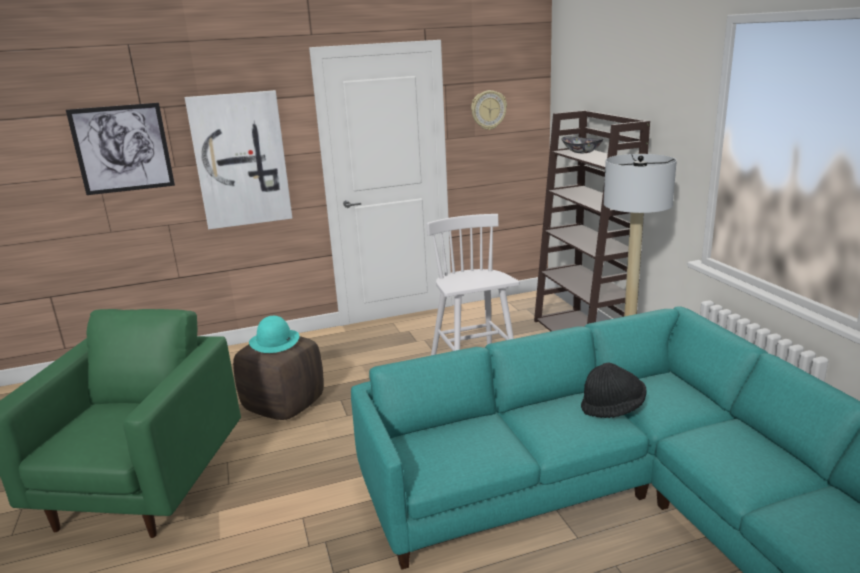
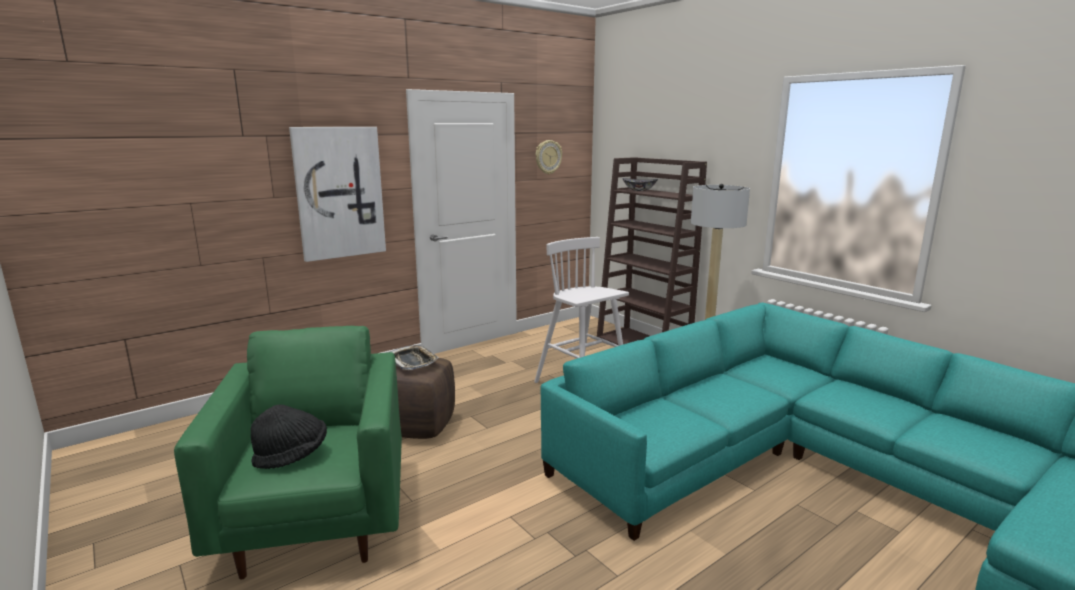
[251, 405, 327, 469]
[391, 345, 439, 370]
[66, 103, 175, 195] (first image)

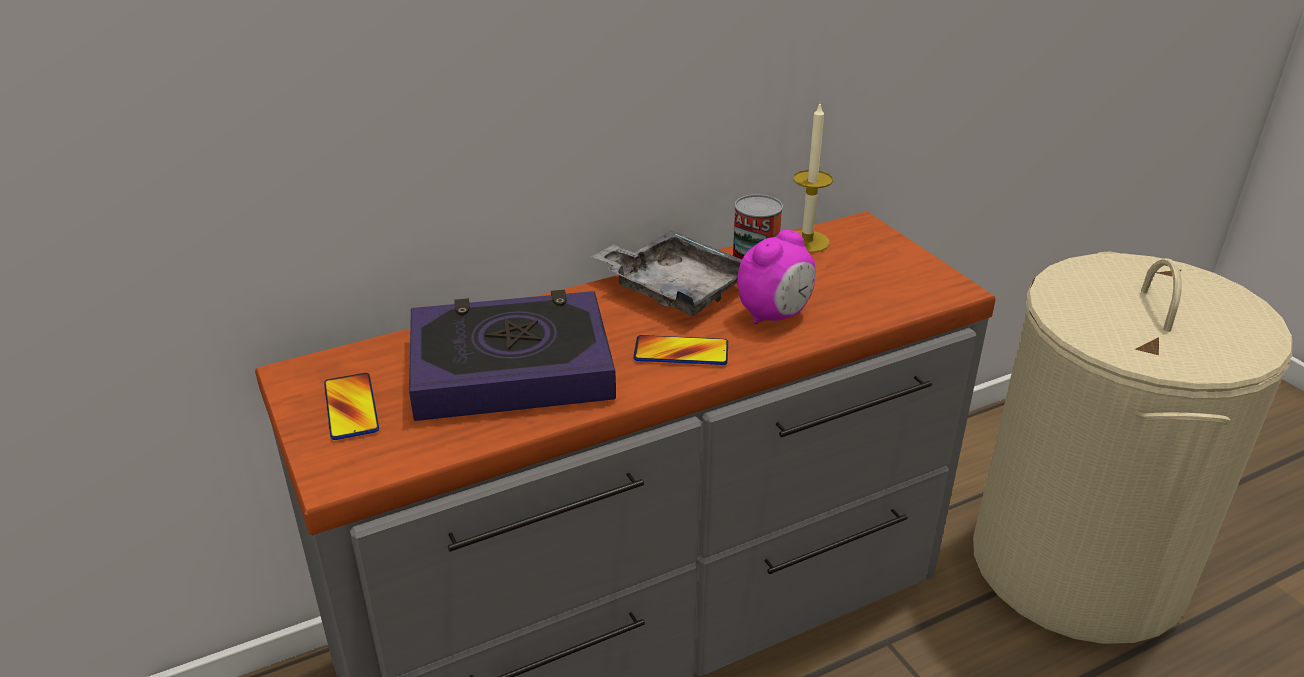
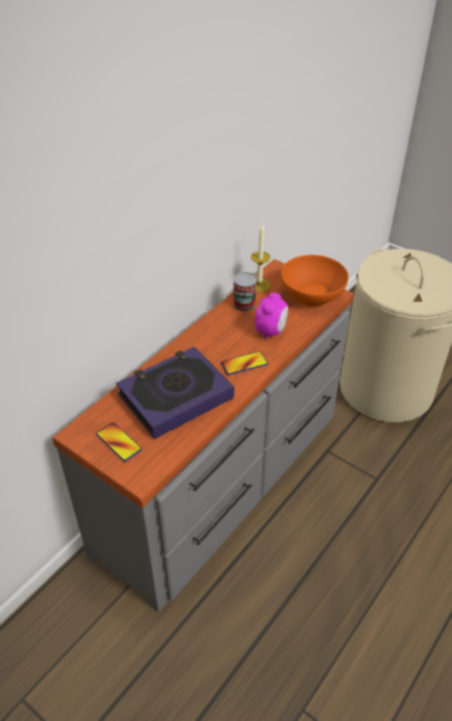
[281, 255, 349, 306]
[592, 230, 742, 316] (first image)

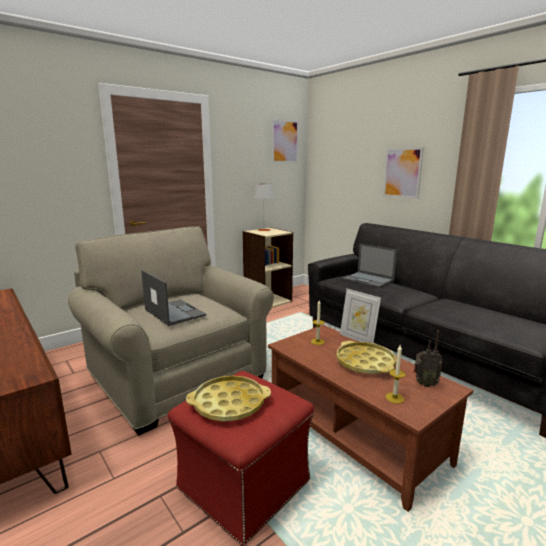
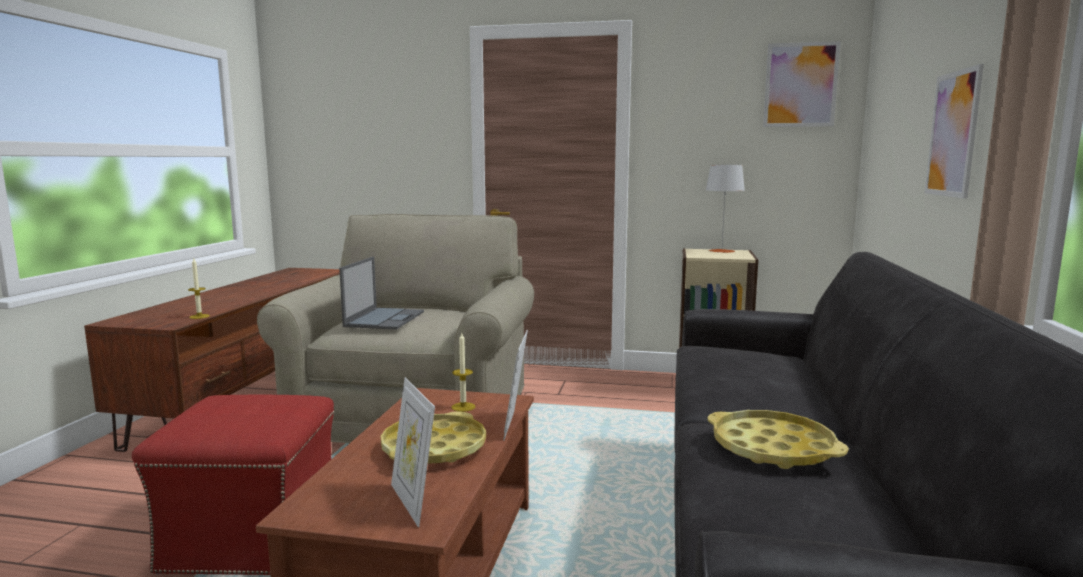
[188, 257, 210, 319]
[391, 377, 435, 527]
[708, 410, 849, 469]
[342, 244, 397, 288] (first image)

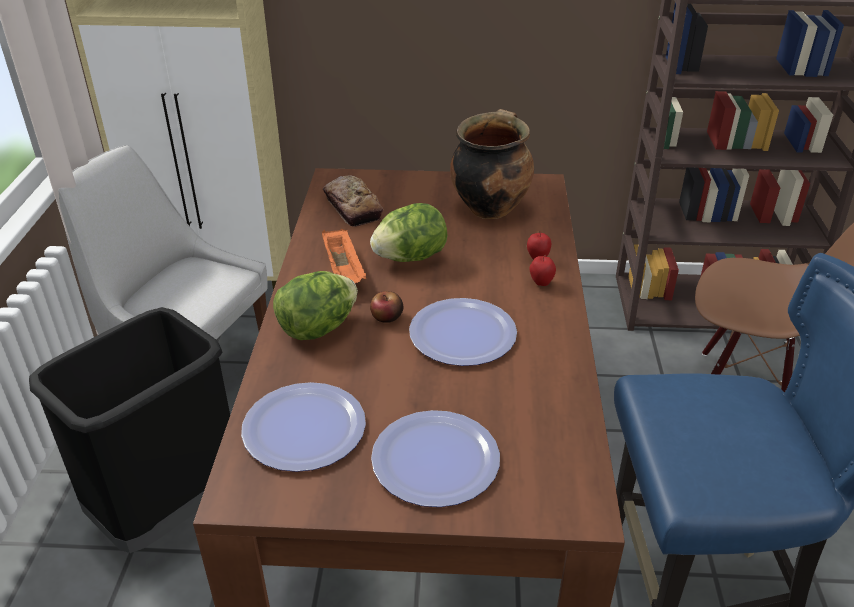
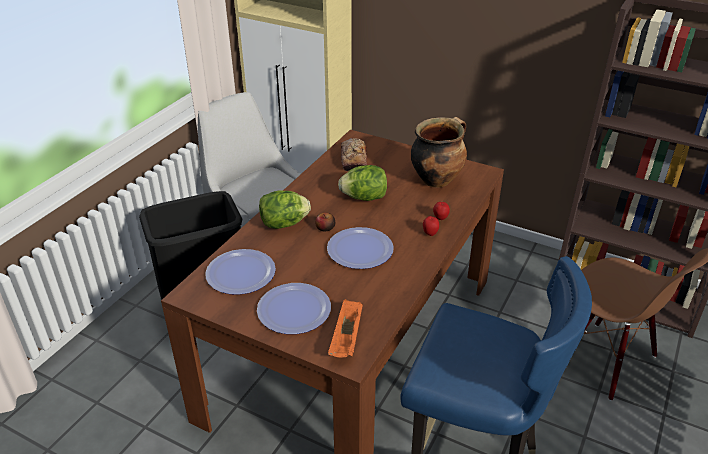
[328, 299, 363, 357]

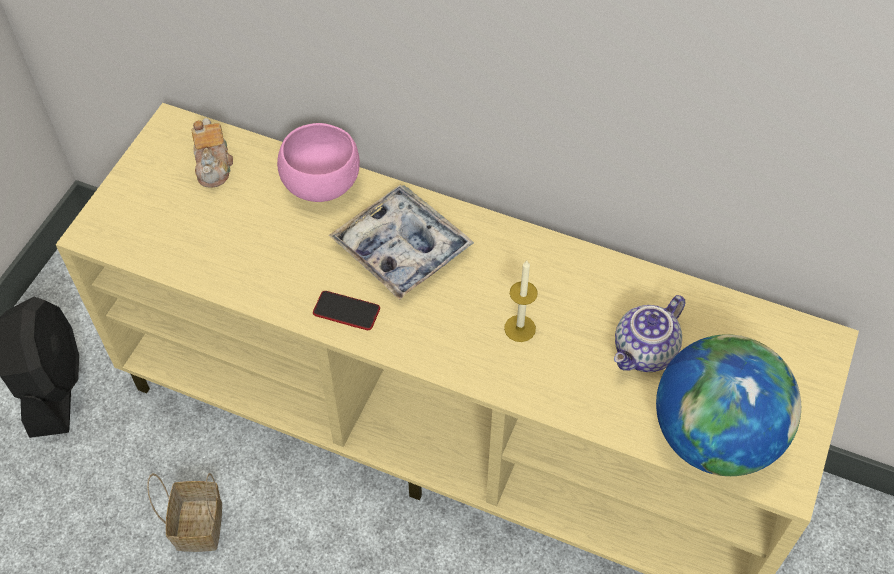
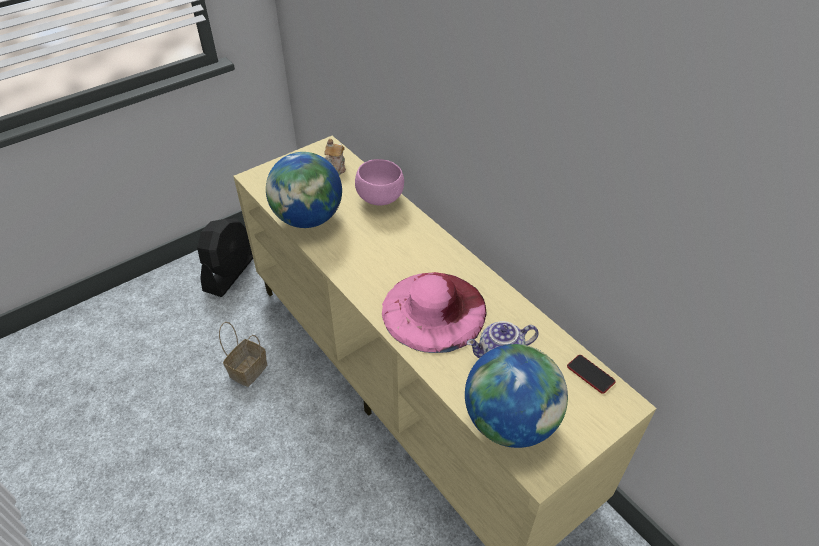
[266, 152, 342, 228]
[382, 272, 486, 353]
[567, 355, 616, 394]
[329, 185, 474, 300] (first image)

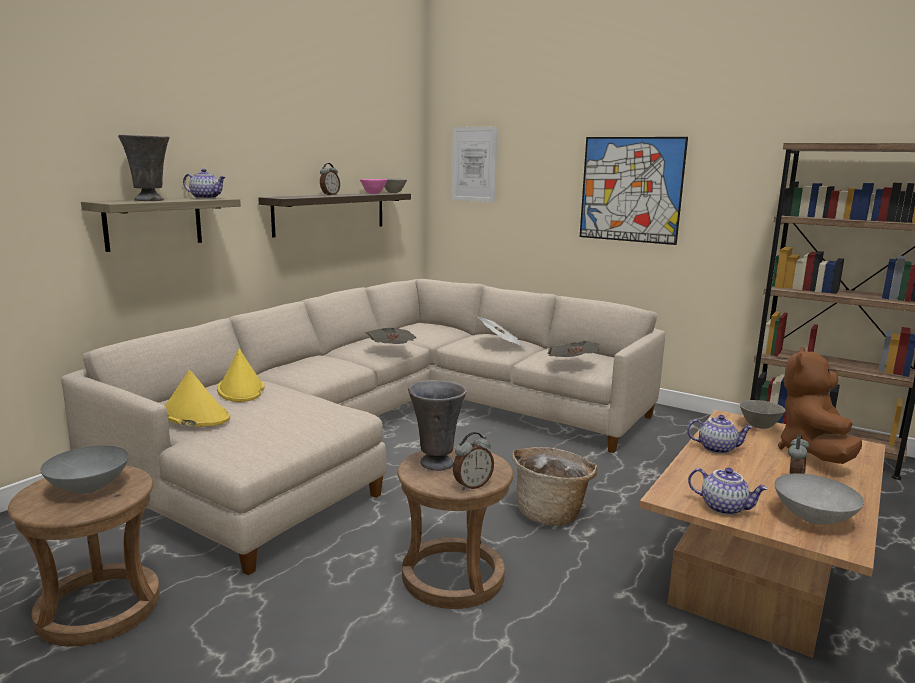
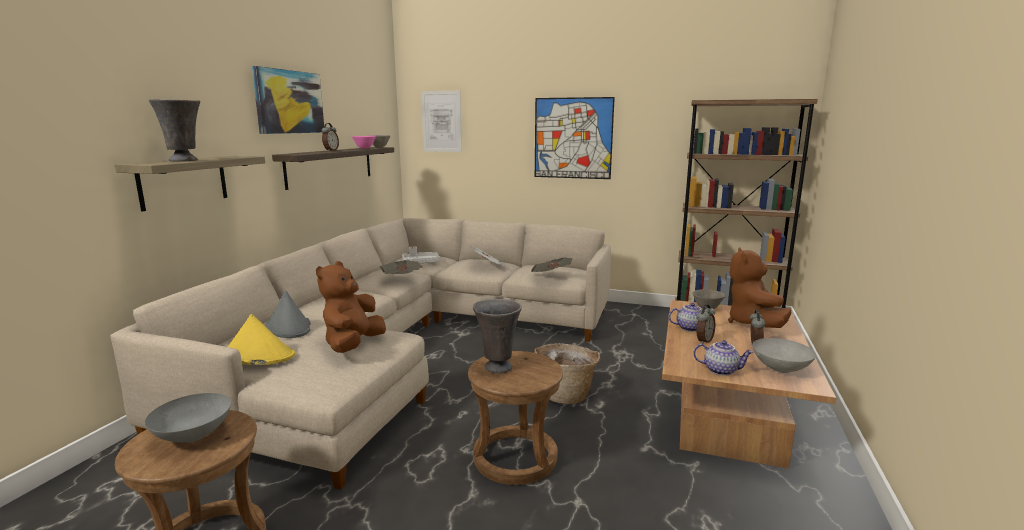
[252, 66, 324, 134]
[266, 290, 311, 338]
[316, 261, 386, 353]
[402, 247, 441, 264]
[697, 304, 716, 344]
[183, 169, 226, 199] (first image)

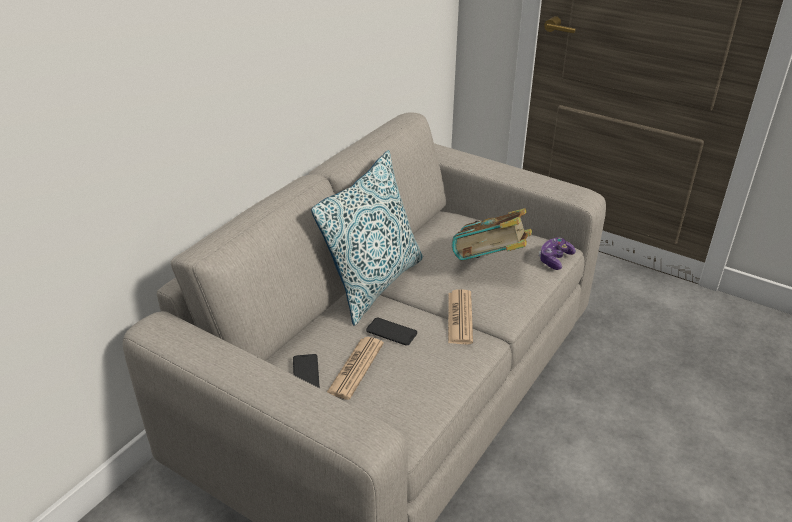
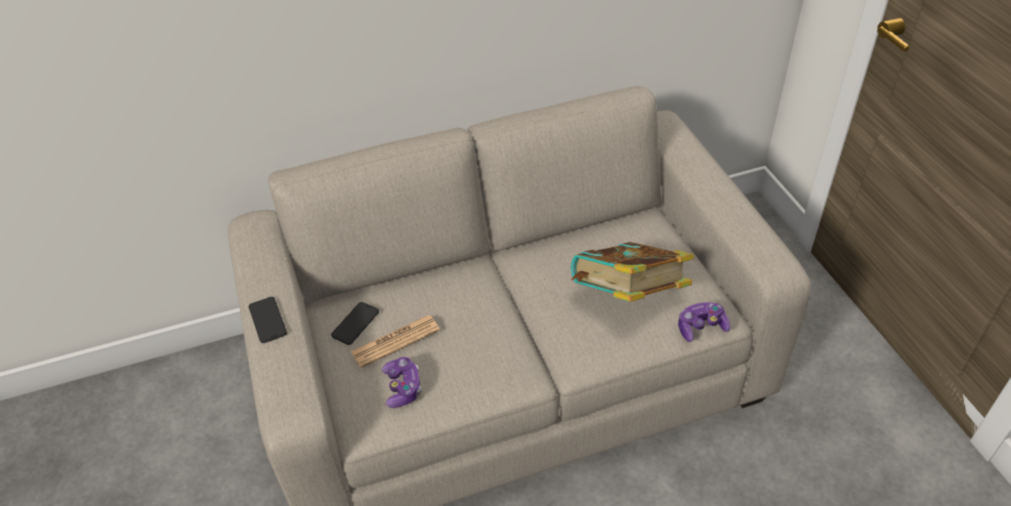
[248, 297, 287, 343]
[382, 357, 422, 408]
[311, 150, 423, 326] (first image)
[448, 289, 473, 344] (first image)

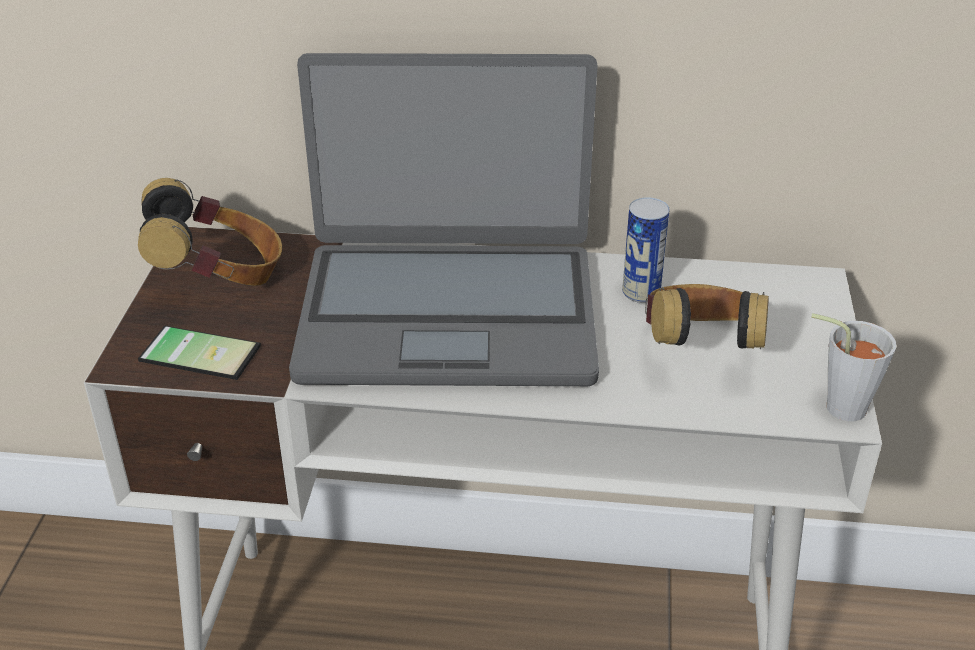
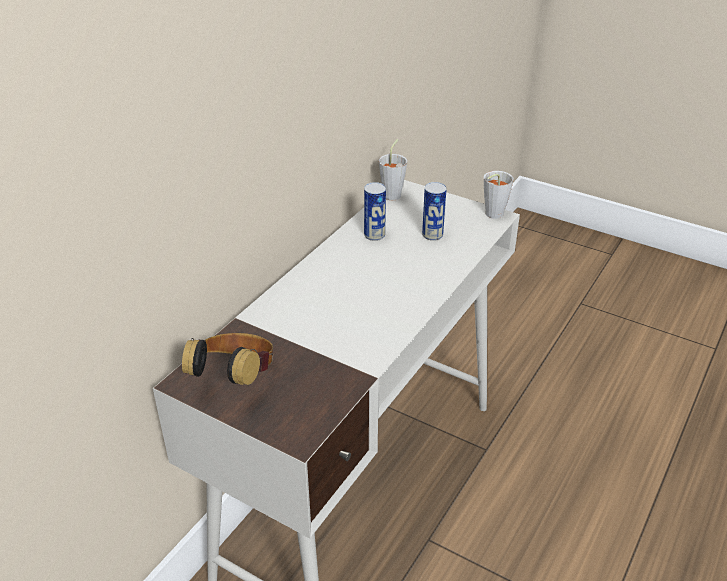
[379, 139, 407, 200]
[422, 182, 447, 241]
[138, 326, 261, 380] (first image)
[289, 53, 599, 386] (first image)

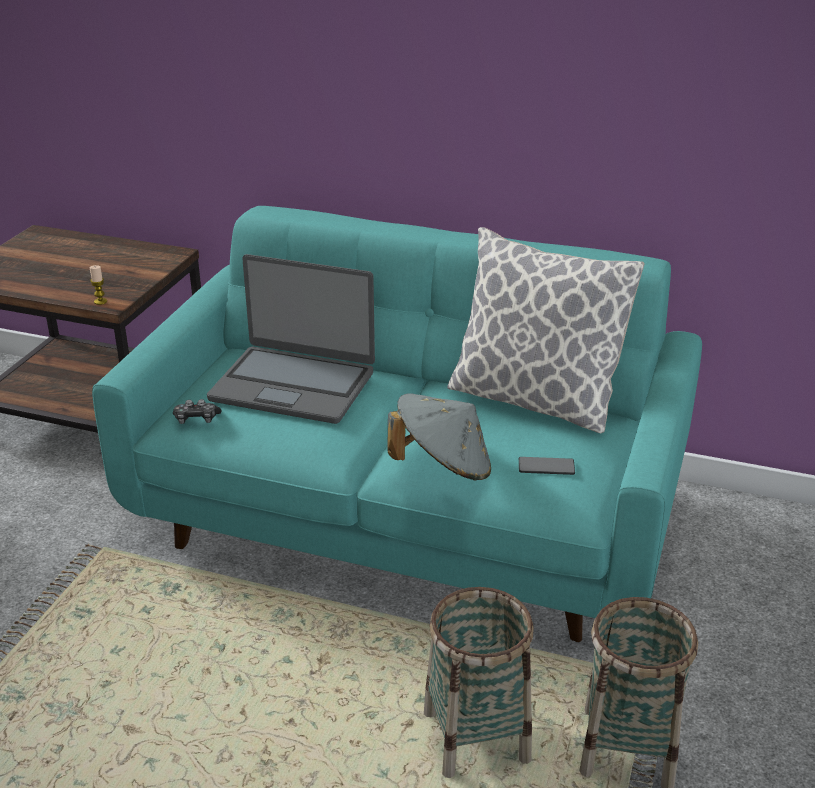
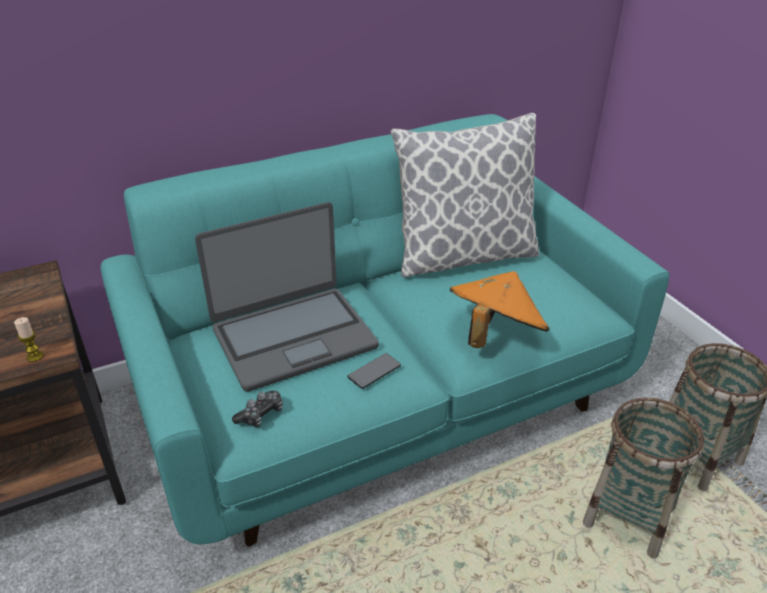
[348, 353, 401, 389]
[450, 271, 549, 348]

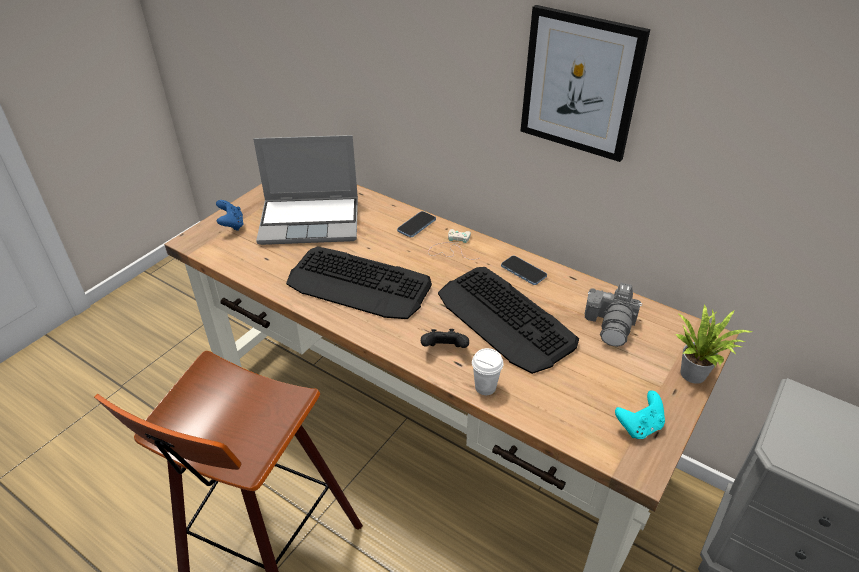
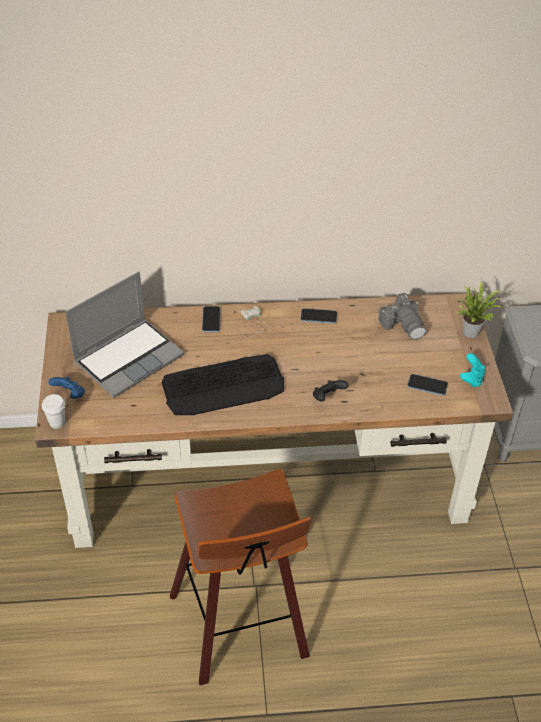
[42, 394, 65, 429]
[407, 374, 448, 396]
[438, 267, 579, 374] (first image)
[521, 5, 650, 162] (first image)

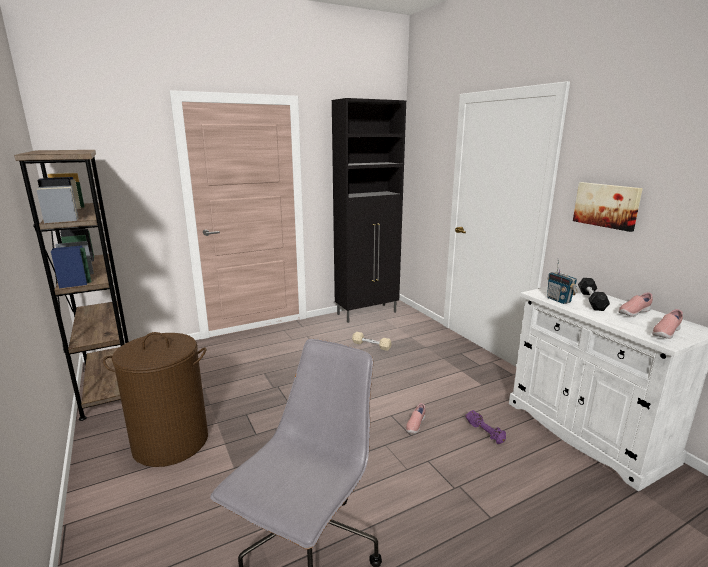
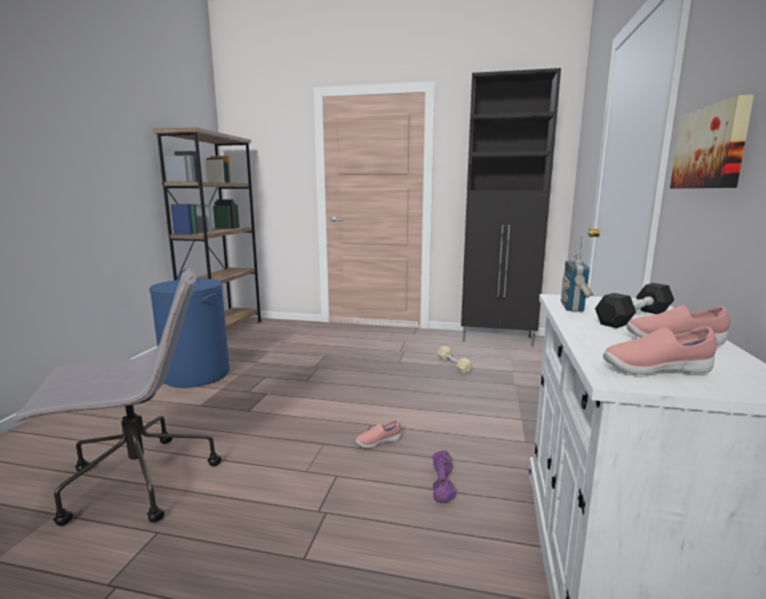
[149, 269, 230, 388]

